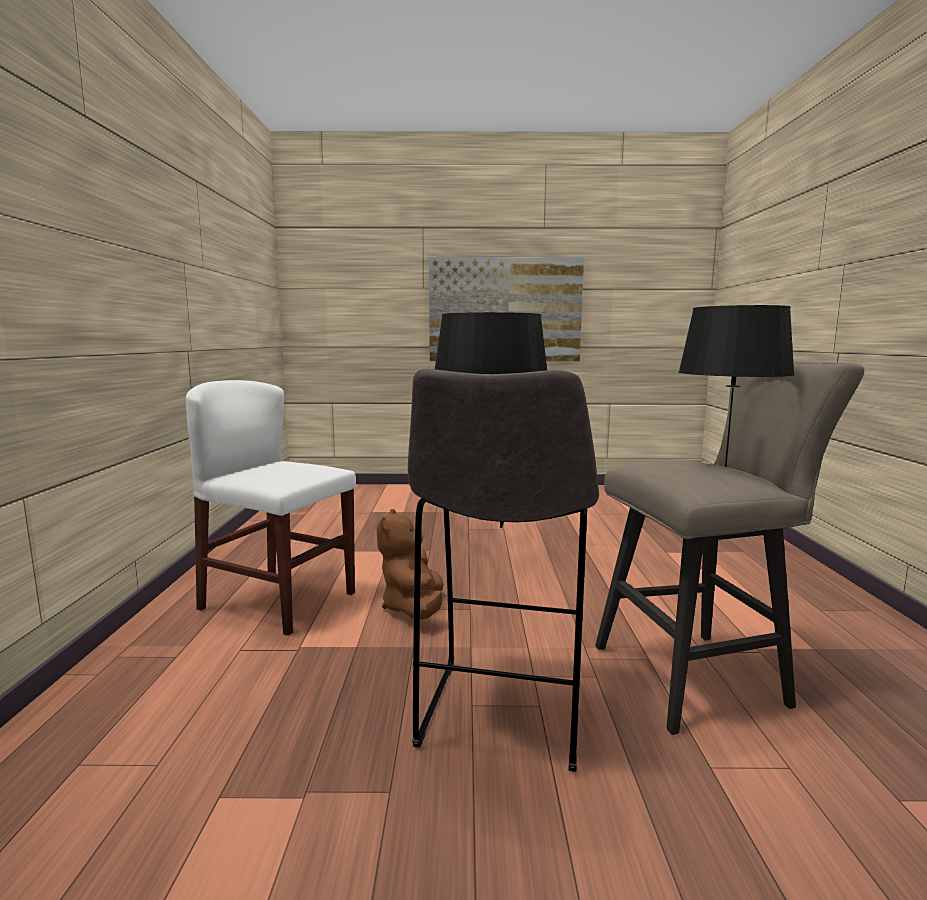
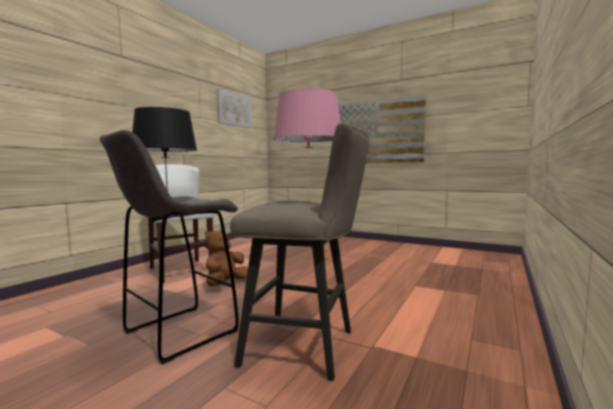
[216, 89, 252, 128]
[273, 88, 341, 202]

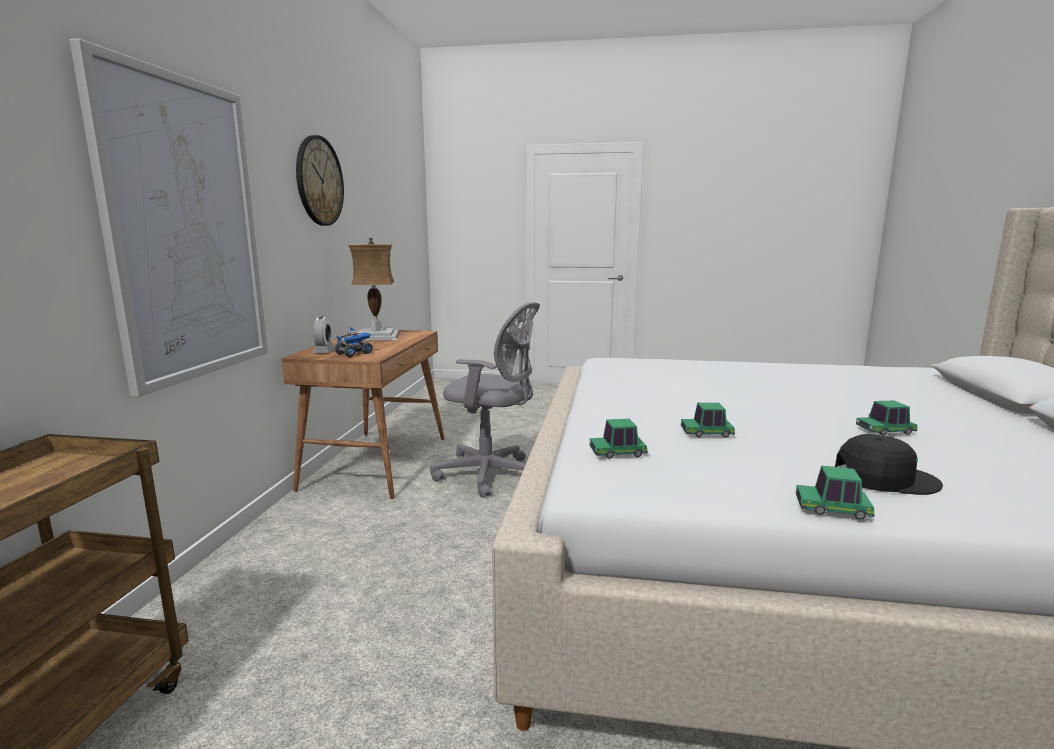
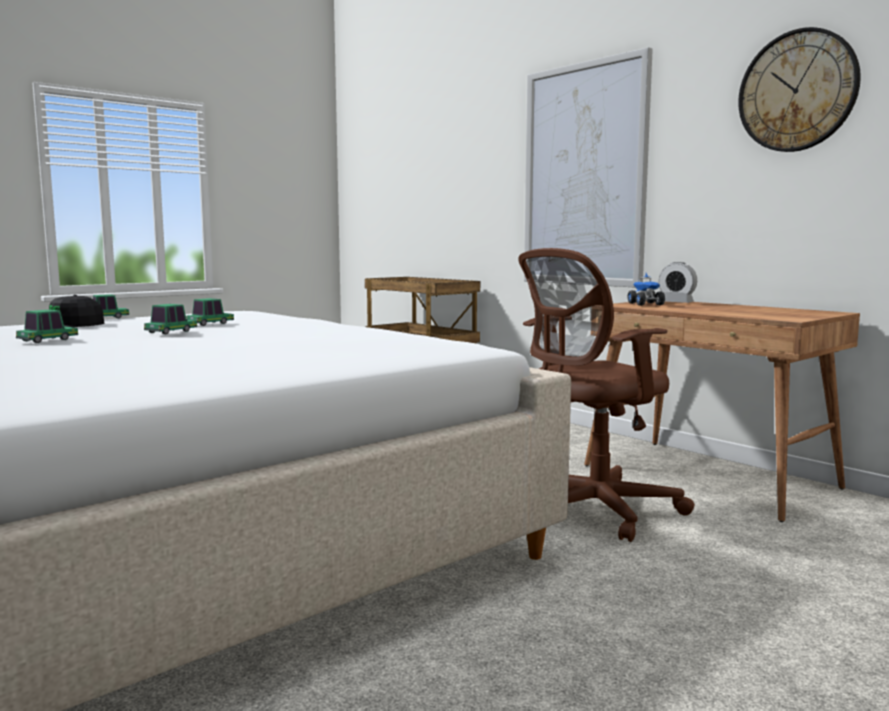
[144, 304, 197, 334]
[518, 248, 695, 542]
[348, 238, 402, 341] (first image)

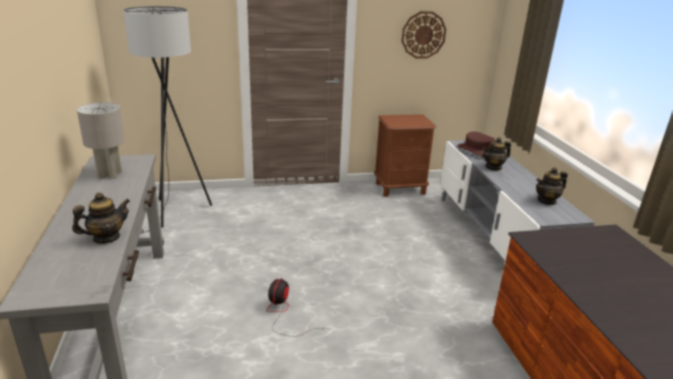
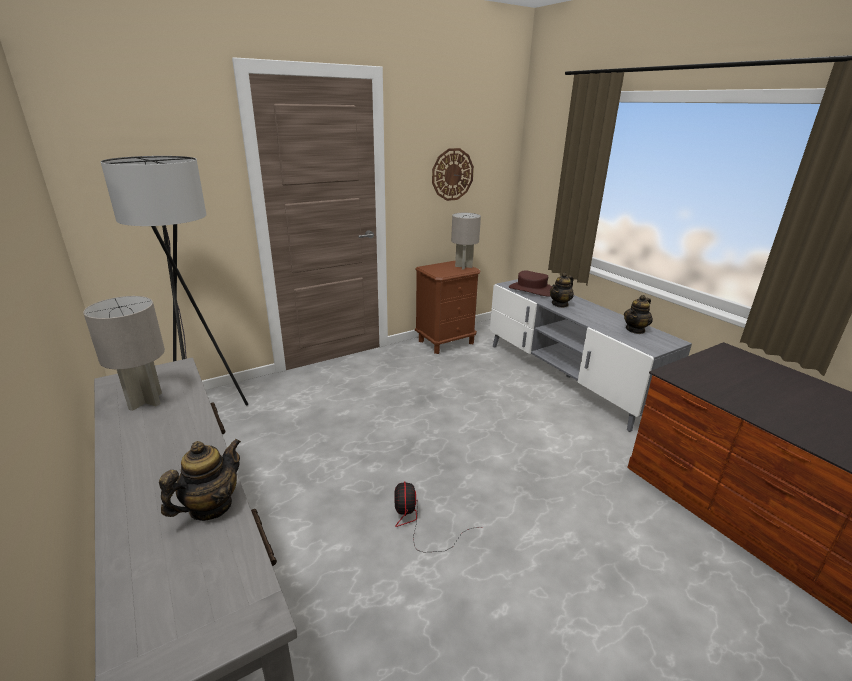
[451, 213, 481, 270]

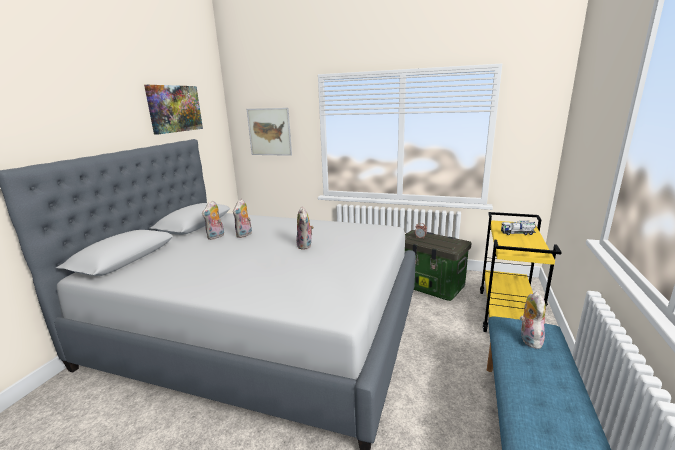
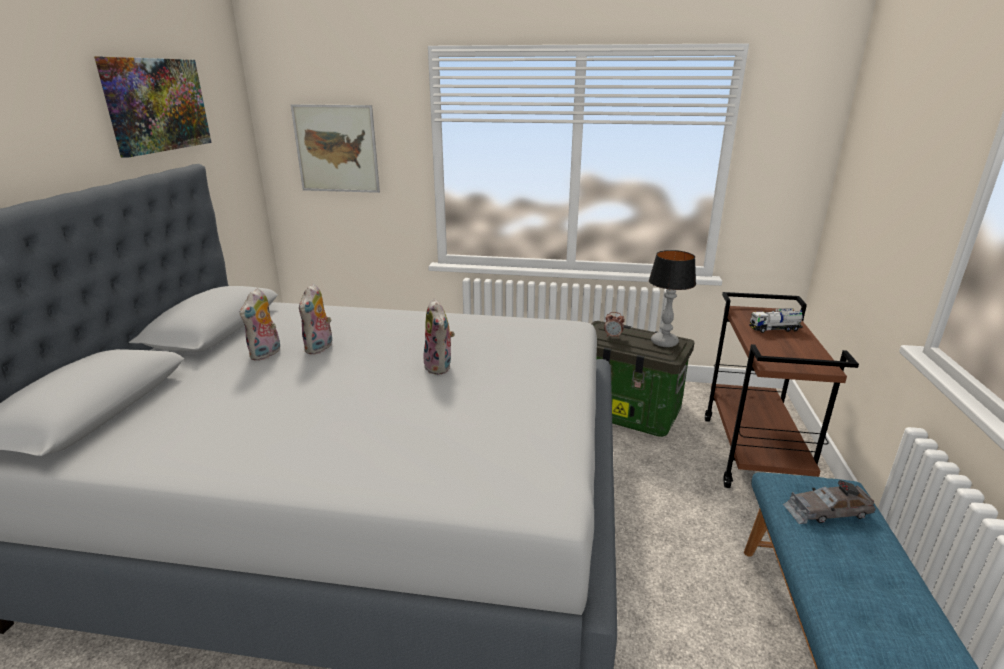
[649, 250, 696, 347]
[705, 292, 859, 488]
[783, 480, 876, 524]

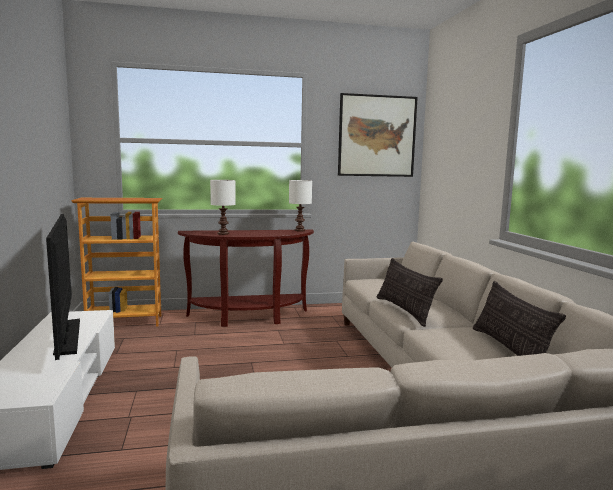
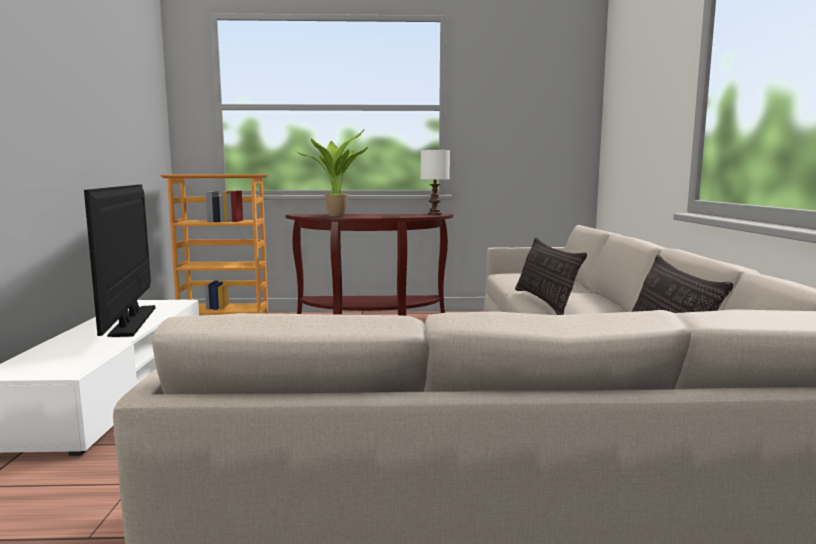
[296, 129, 368, 217]
[338, 93, 418, 177] (first image)

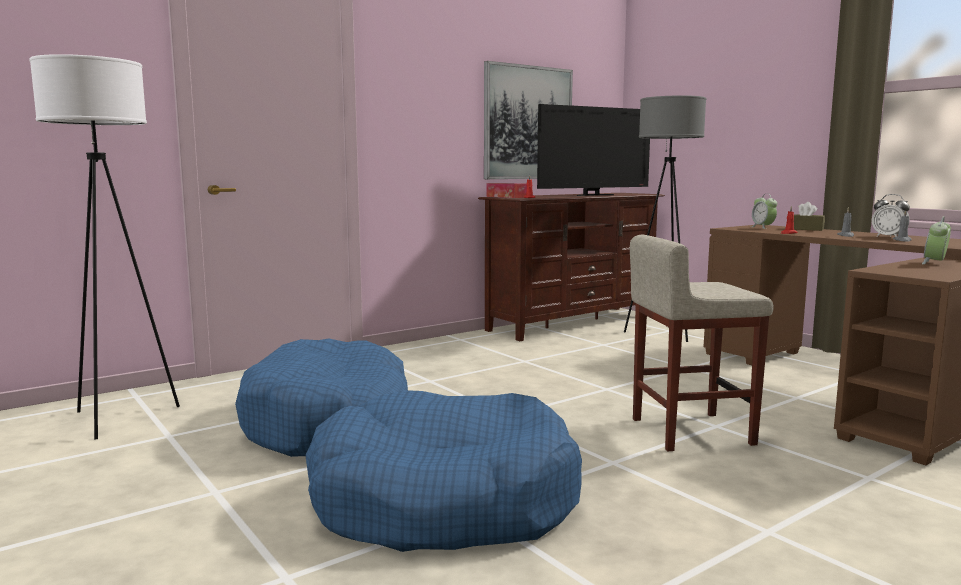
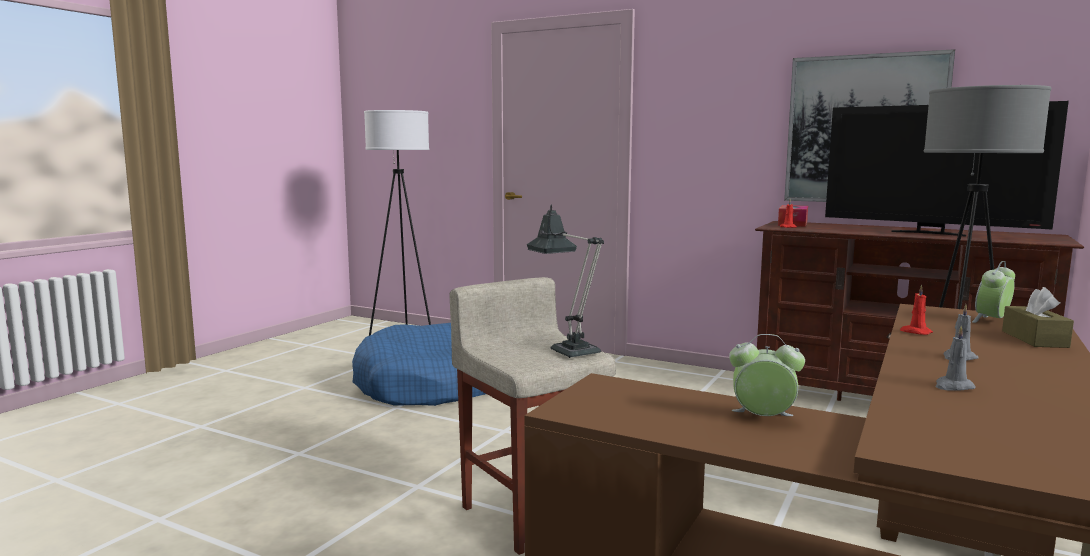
[527, 204, 604, 358]
[305, 390, 582, 552] (first image)
[872, 194, 910, 237] (first image)

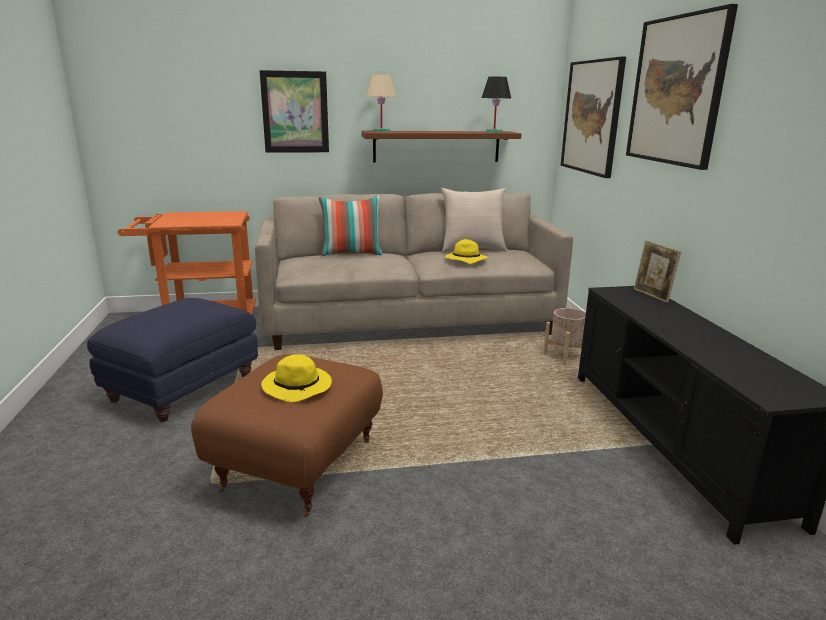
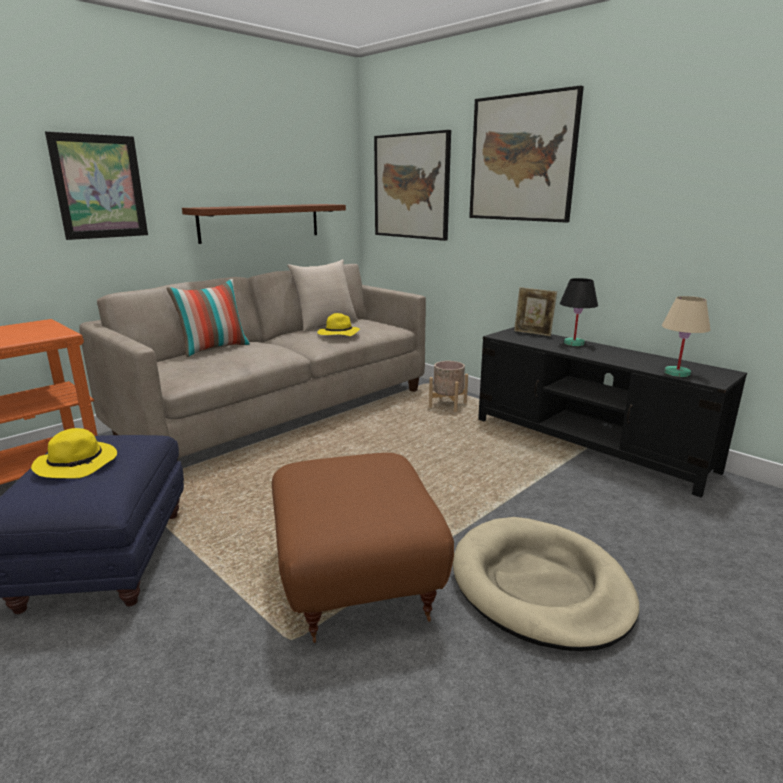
[31, 428, 117, 479]
[453, 517, 639, 651]
[560, 278, 598, 346]
[662, 296, 711, 377]

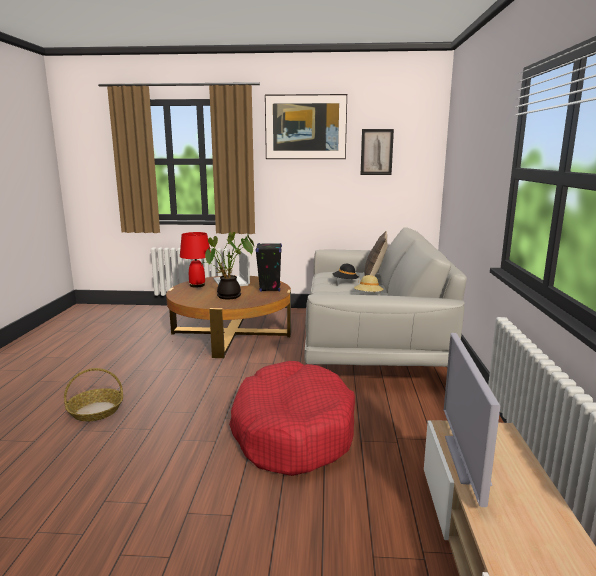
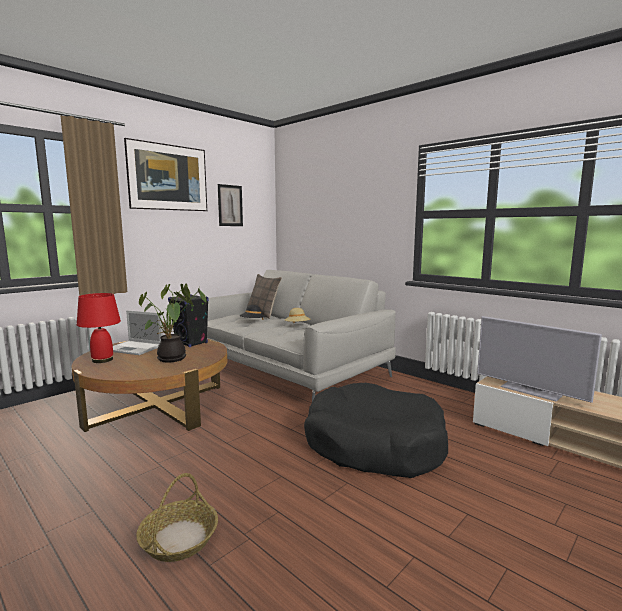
[304, 383, 448, 478]

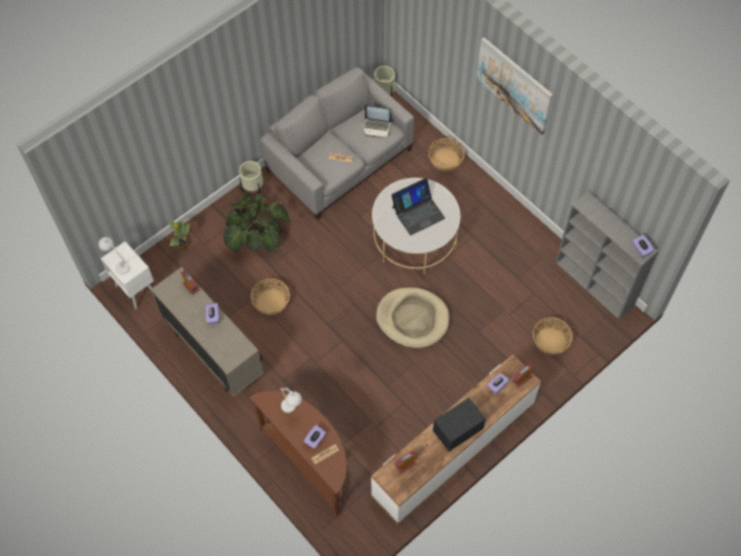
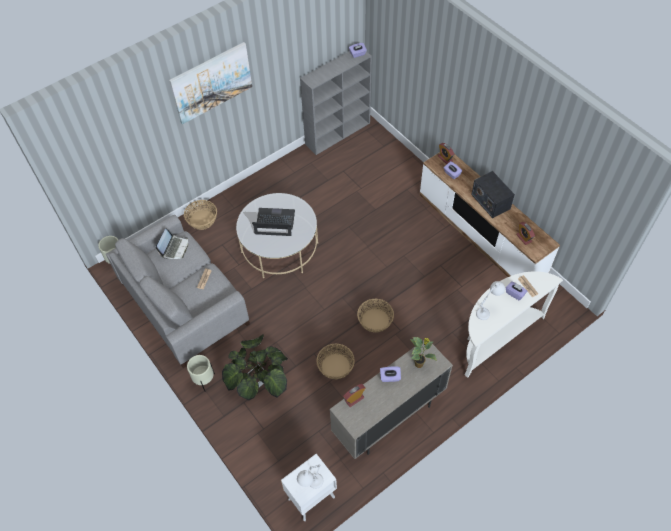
[252, 208, 295, 236]
[357, 298, 394, 332]
[410, 337, 437, 368]
[465, 271, 563, 378]
[376, 287, 450, 348] (first image)

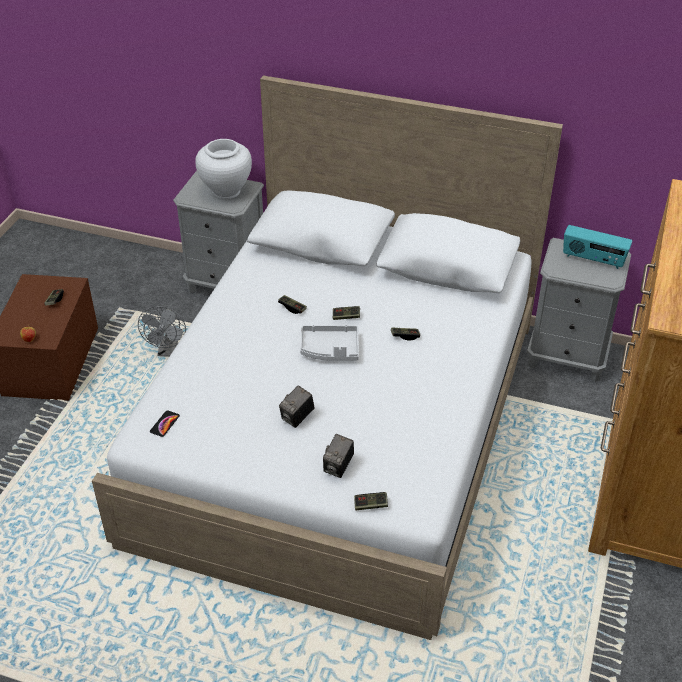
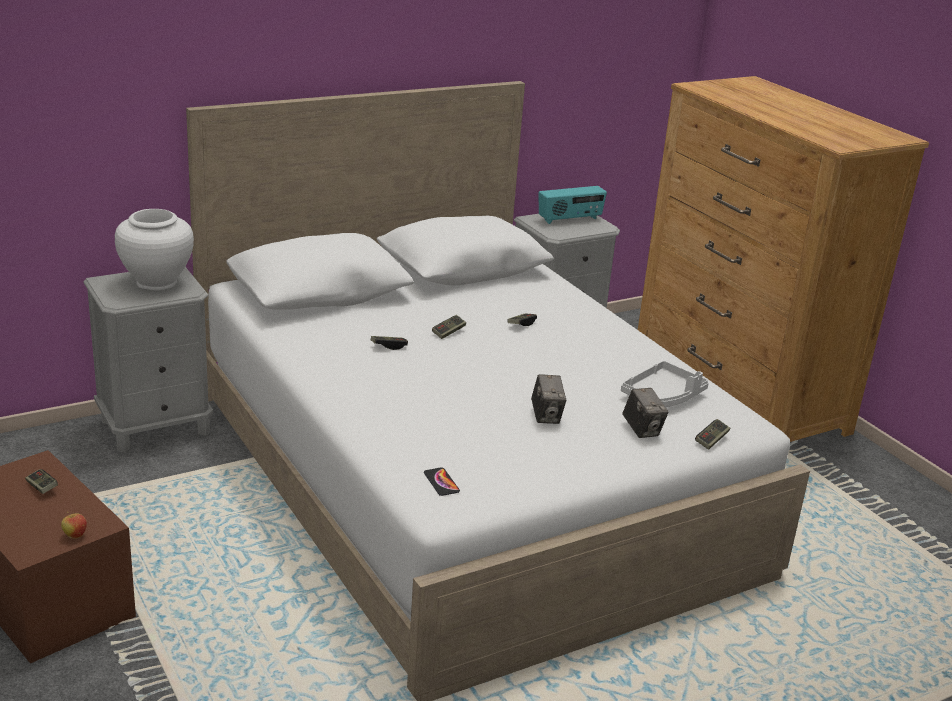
[621, 361, 709, 407]
[138, 306, 186, 357] (first image)

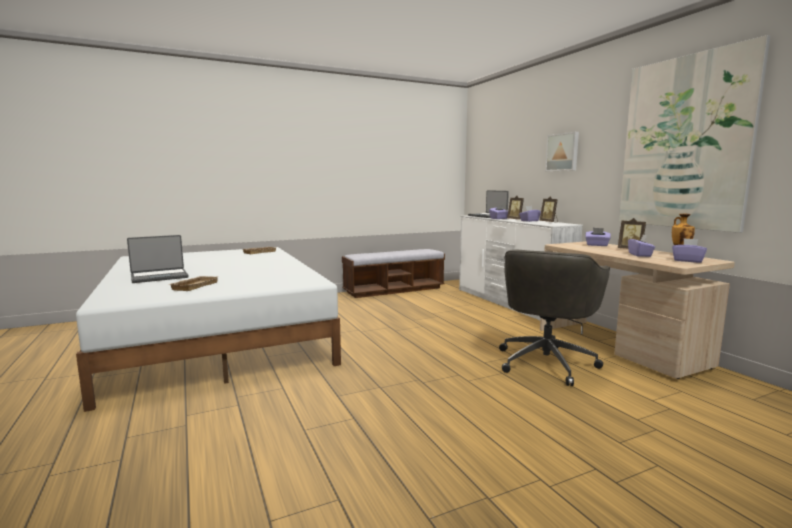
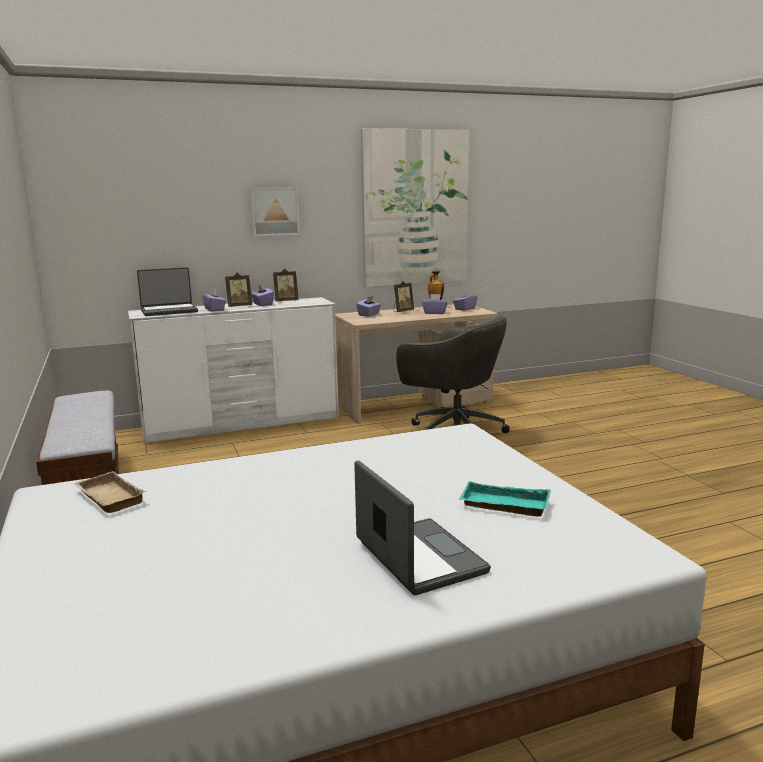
[459, 481, 551, 517]

